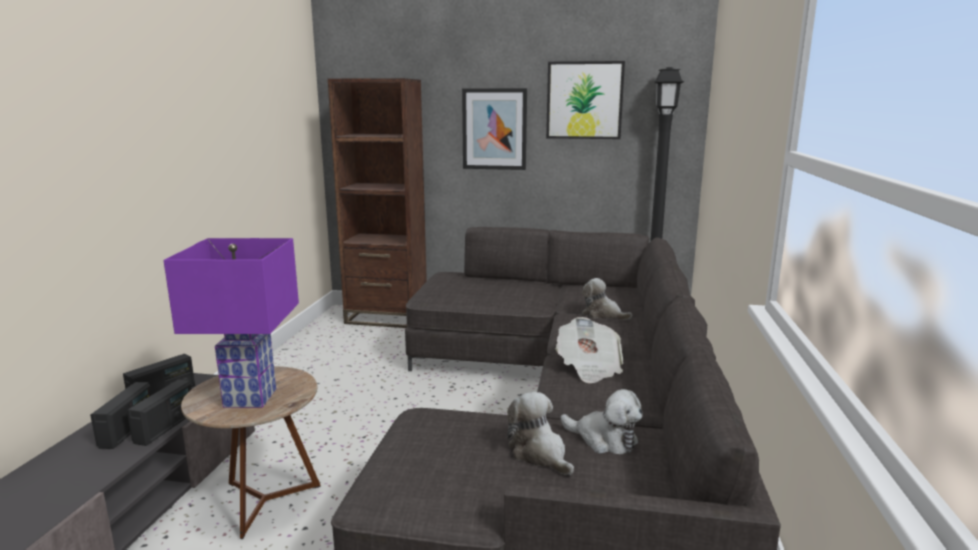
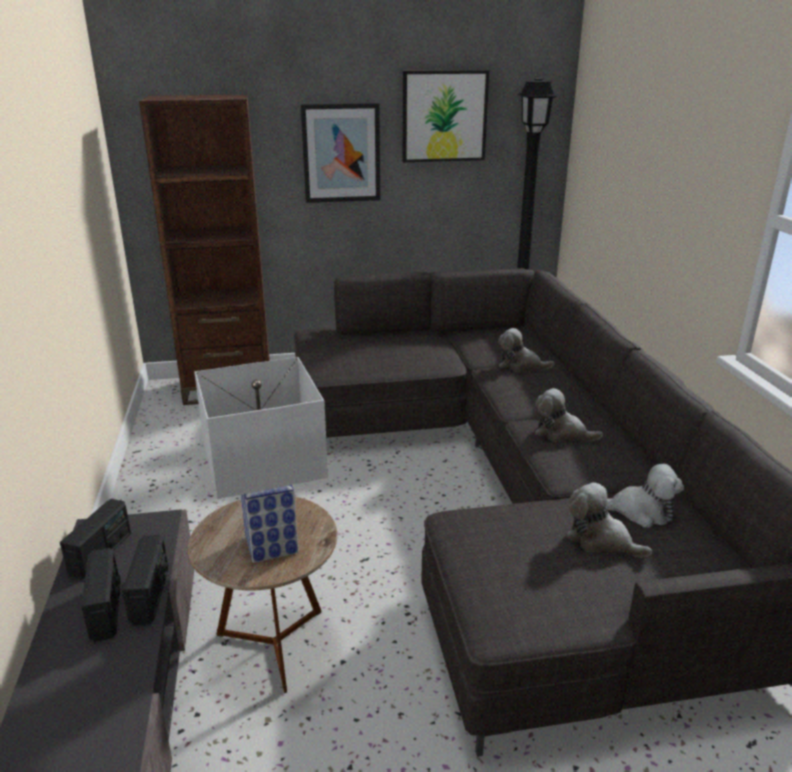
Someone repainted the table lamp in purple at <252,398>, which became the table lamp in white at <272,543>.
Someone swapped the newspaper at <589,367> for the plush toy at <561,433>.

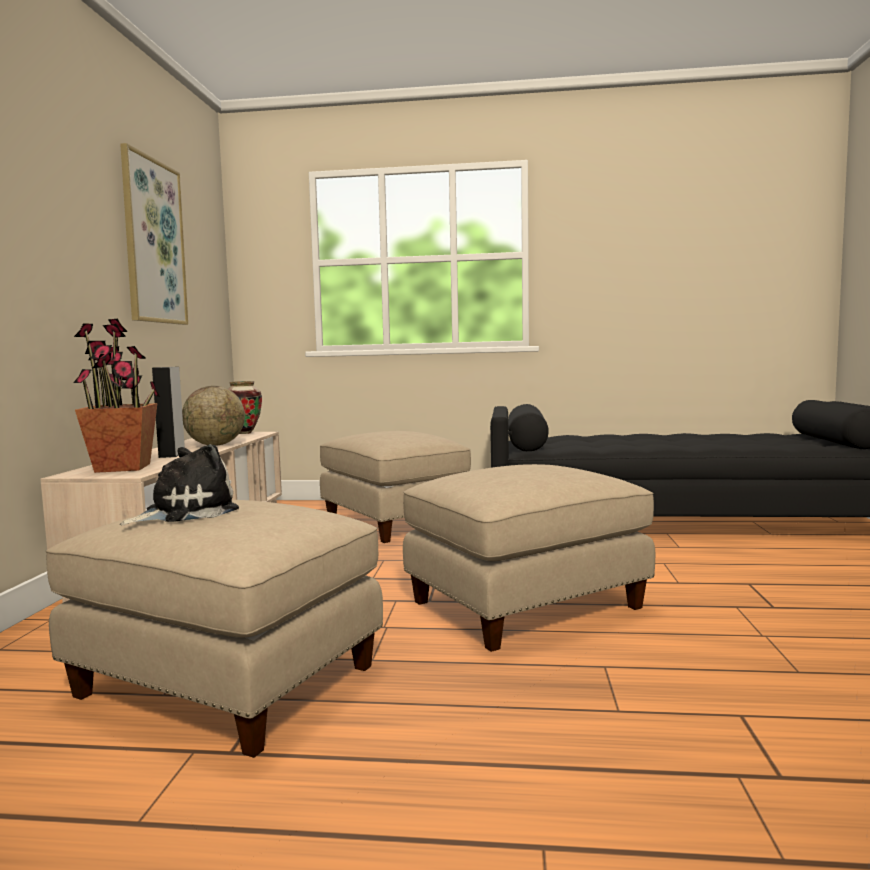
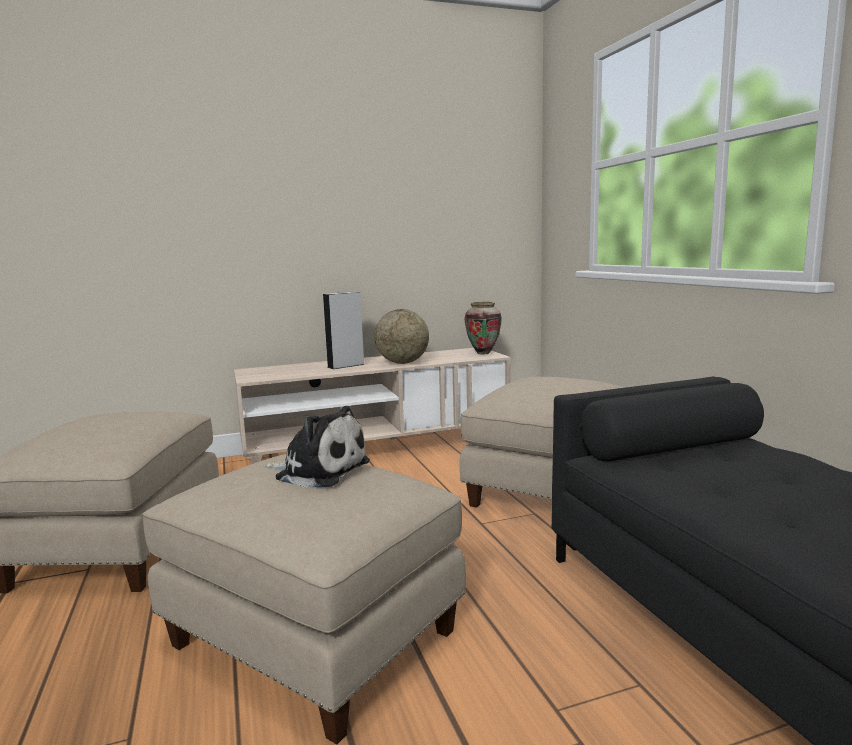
Someone carried the plush toy from <185,512> to <319,471>.
Someone took away the potted plant at <123,468>.
Someone took away the picture at <153,242>.

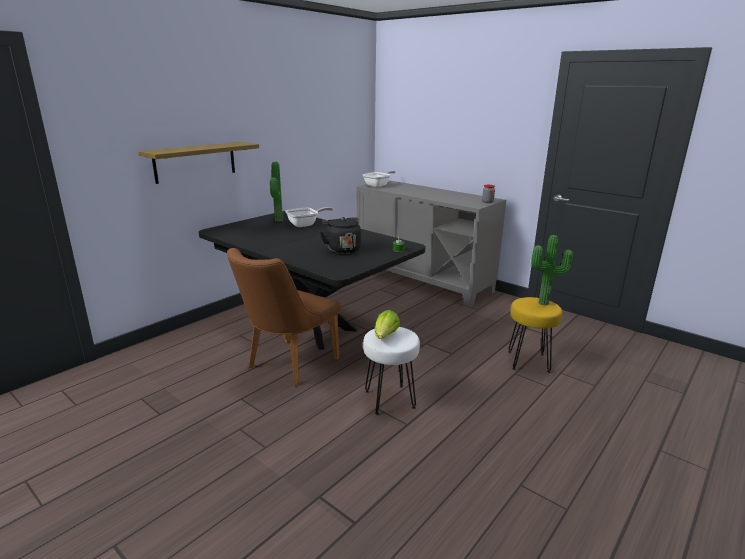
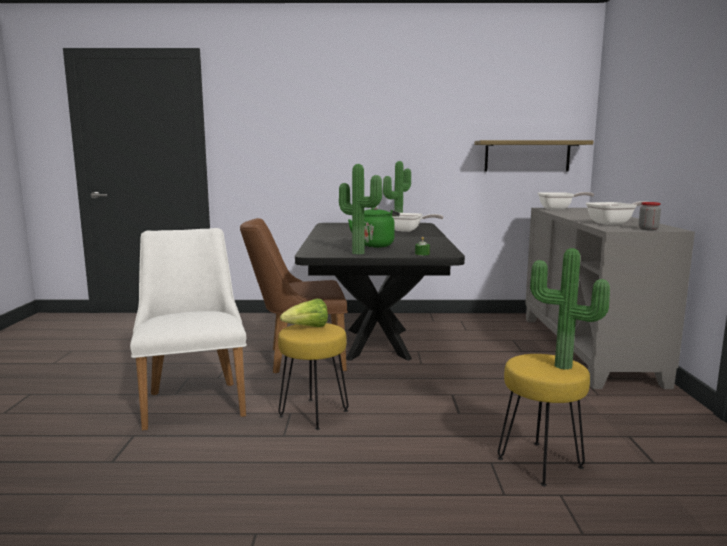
Someone put down the chair in white at <194,399>.
Someone repainted the stool in white at <390,399>, which became the stool in yellow at <314,413>.
Someone put down the potted plant at <359,253>.
Someone repainted the kettle in black at <342,249>, which became the kettle in green at <374,245>.
Someone carried the shelf from <195,162> to <527,156>.
Someone put down the frying pan at <614,223>.

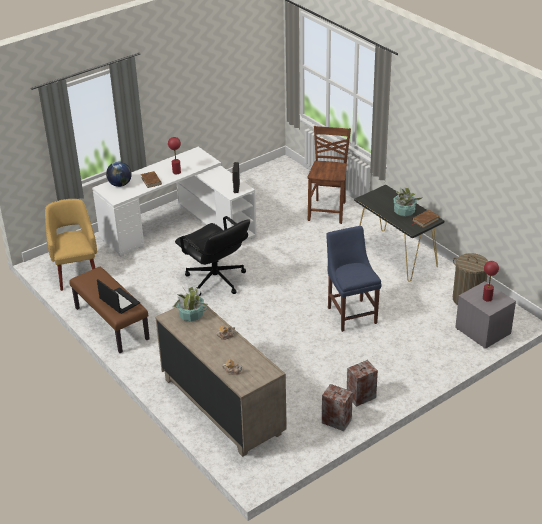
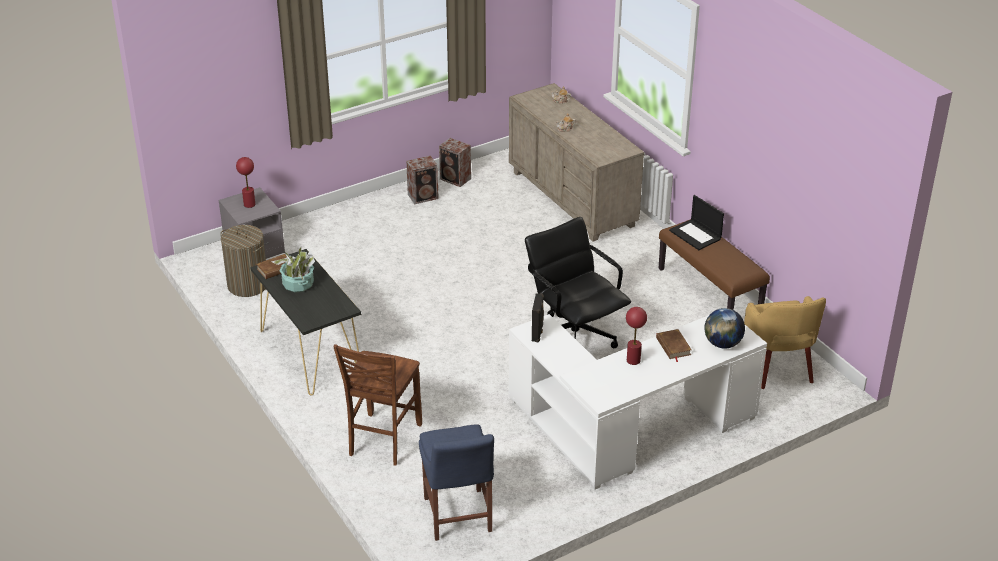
Someone carried the chair in blue from <351,313> to <458,517>.
Someone took away the potted plant at <191,314>.

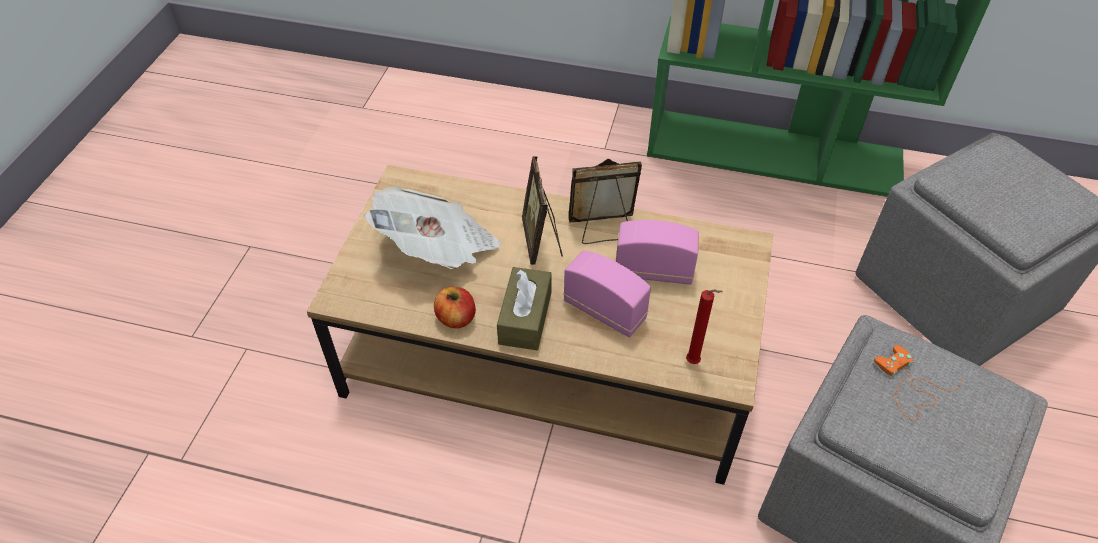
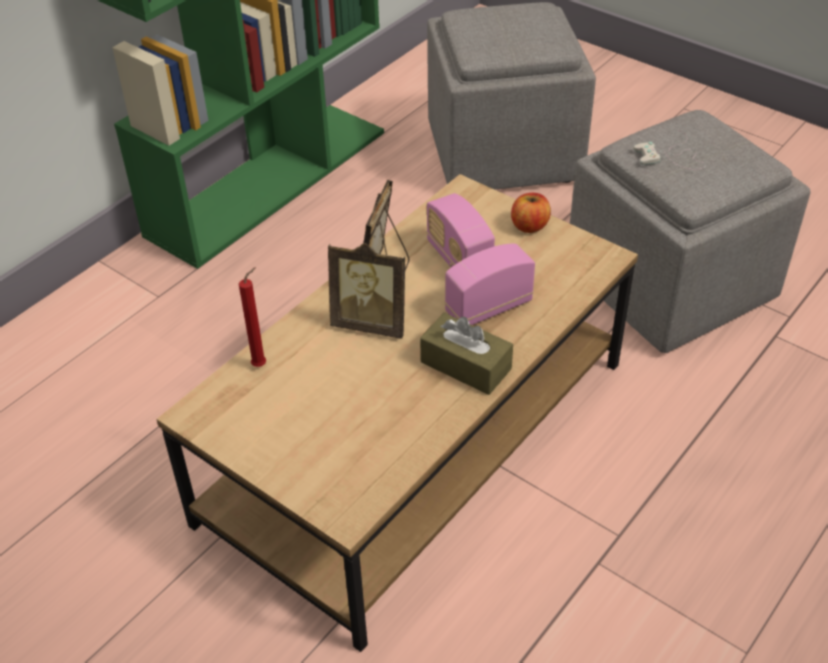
Someone carried the candle in red from <695,362> to <261,364>.
Someone rotated the radio at <653,271> by 60 degrees counterclockwise.
Someone carried the apple from <456,318> to <529,226>.
Someone repainted the game controller in orange at <910,386>, which became the game controller in white at <671,157>.
Someone took away the newspaper at <438,249>.

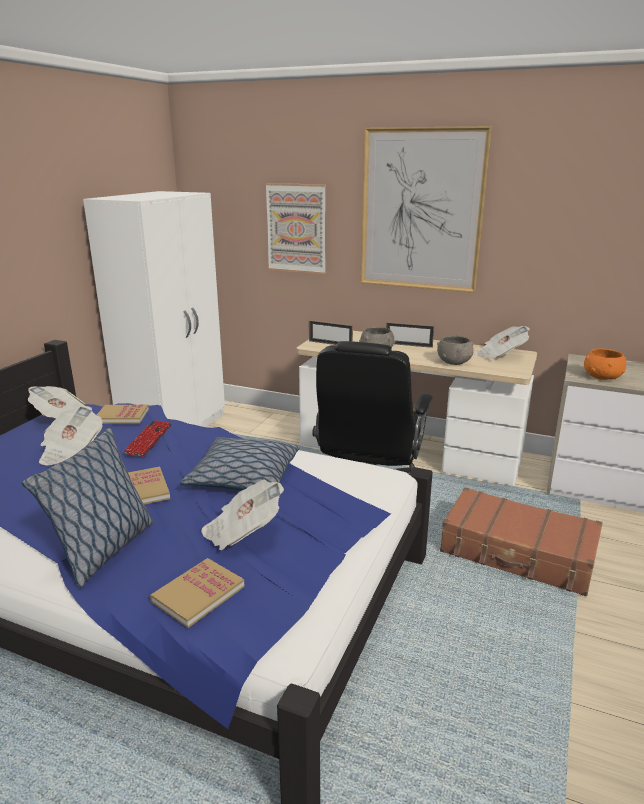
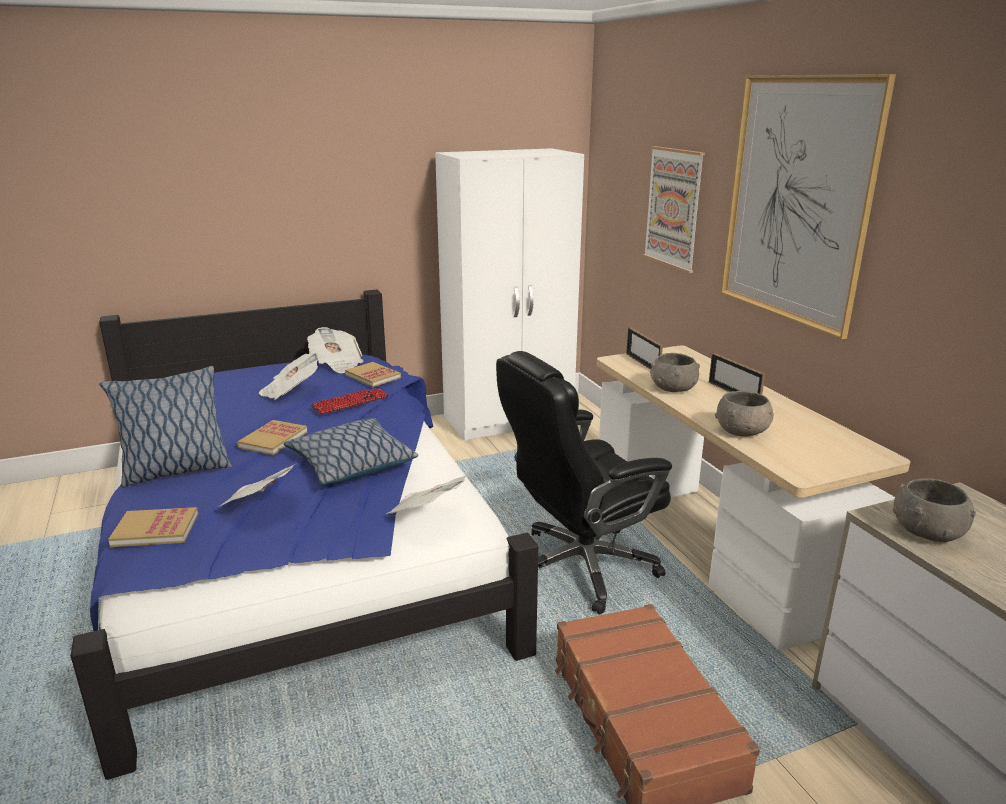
Someone carried the newspaper from <500,355> to <427,514>.
Someone repainted the bowl in orange at <601,377>, which became the bowl in grey at <927,531>.

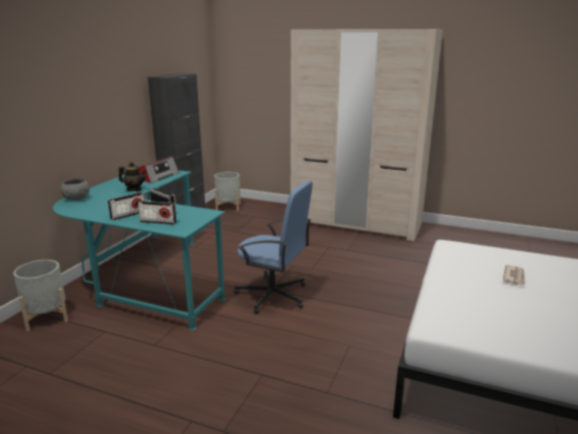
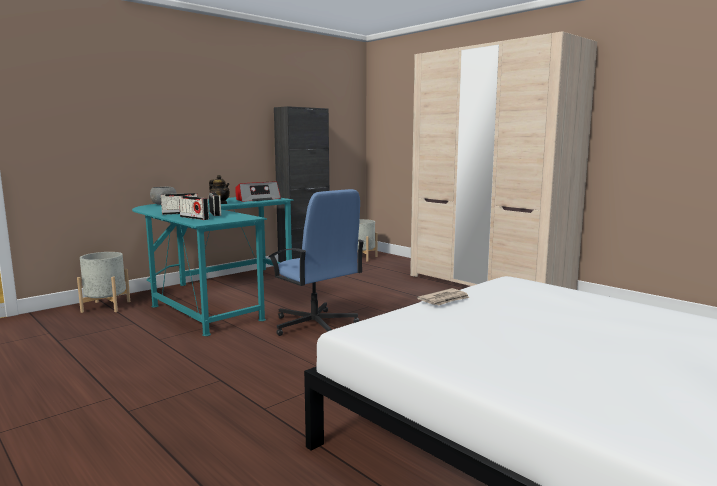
Someone carried the newspaper from <514,277> to <444,299>.

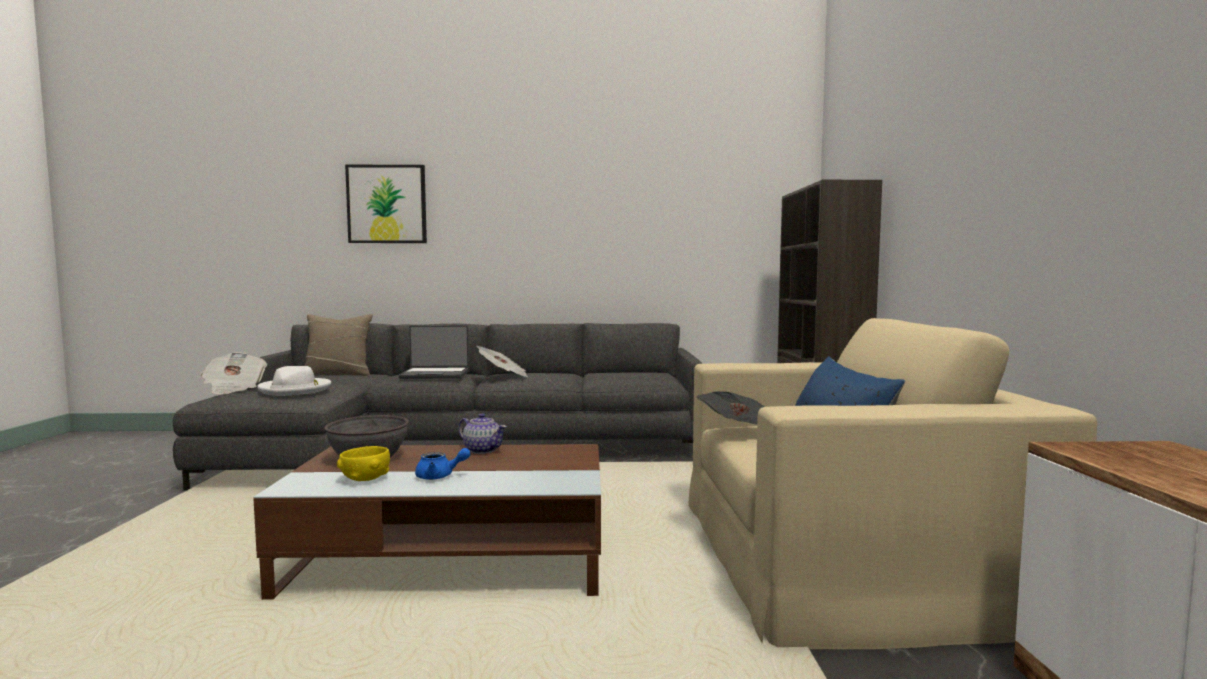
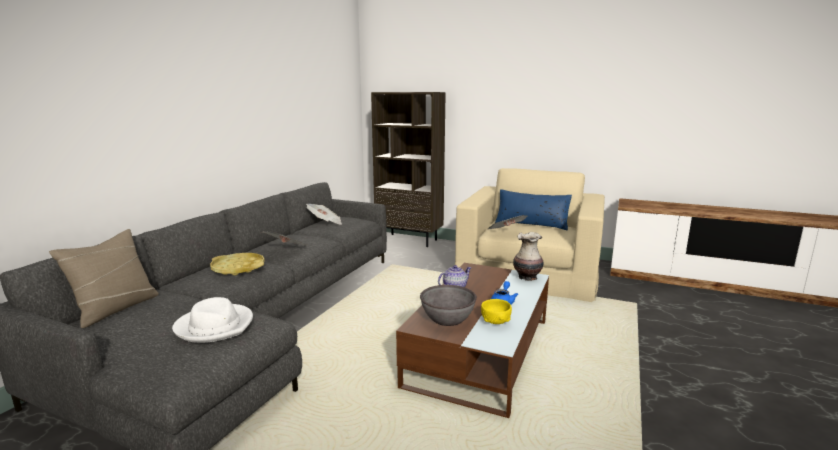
Someone swapped the laptop at <435,375> for the tray in yellow at <238,268>.
Someone carried the newspaper from <234,389> to <325,223>.
Someone put down the vase at <527,277>.
Someone took away the picture at <387,204>.

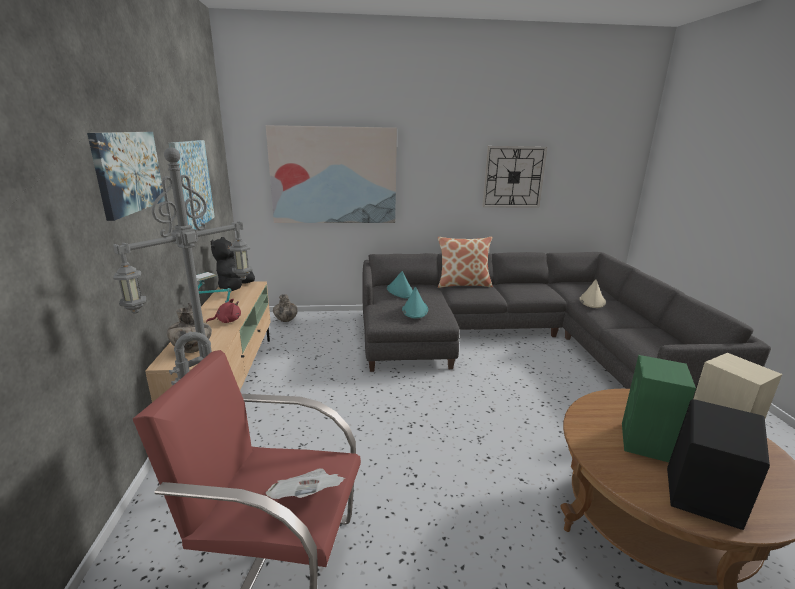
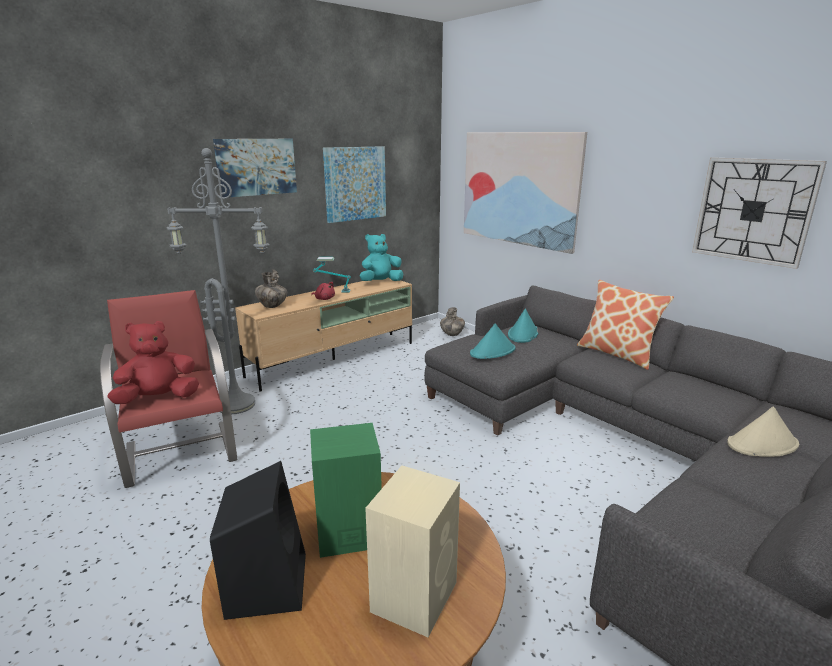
Someone swapped the newspaper at <308,498> for the plush toy in red at <159,399>.
Someone repainted the plush toy in black at <235,288>, which became the plush toy in turquoise at <380,282>.

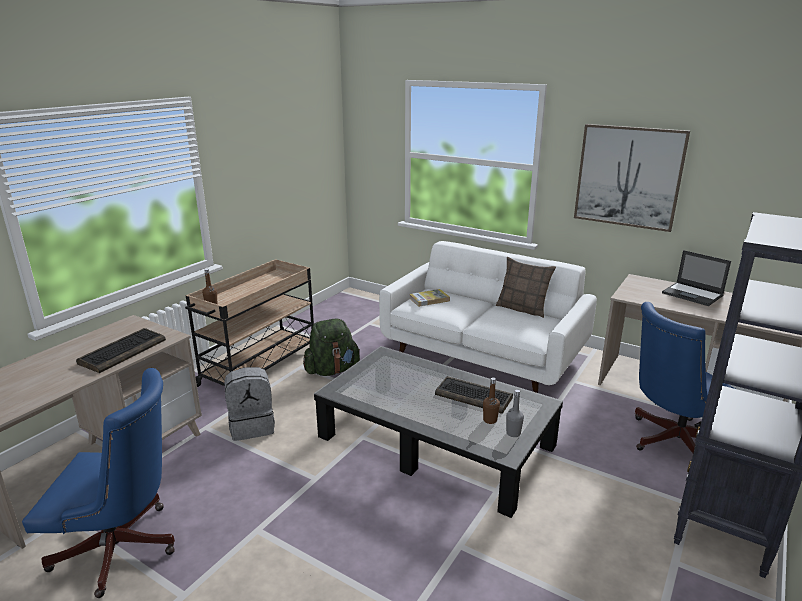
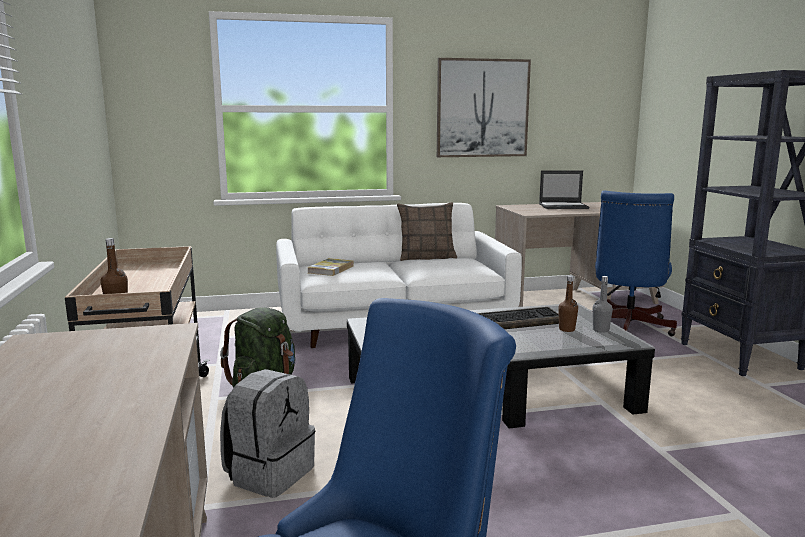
Someone took away the keyboard at <123,351>.

